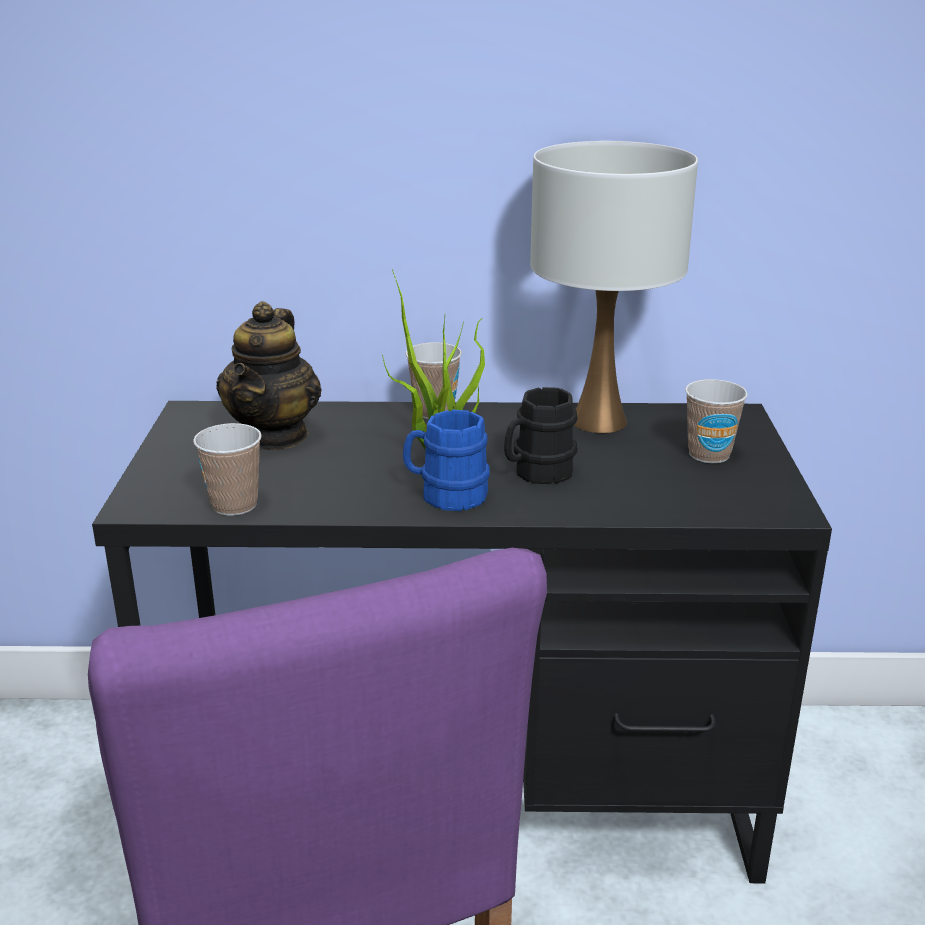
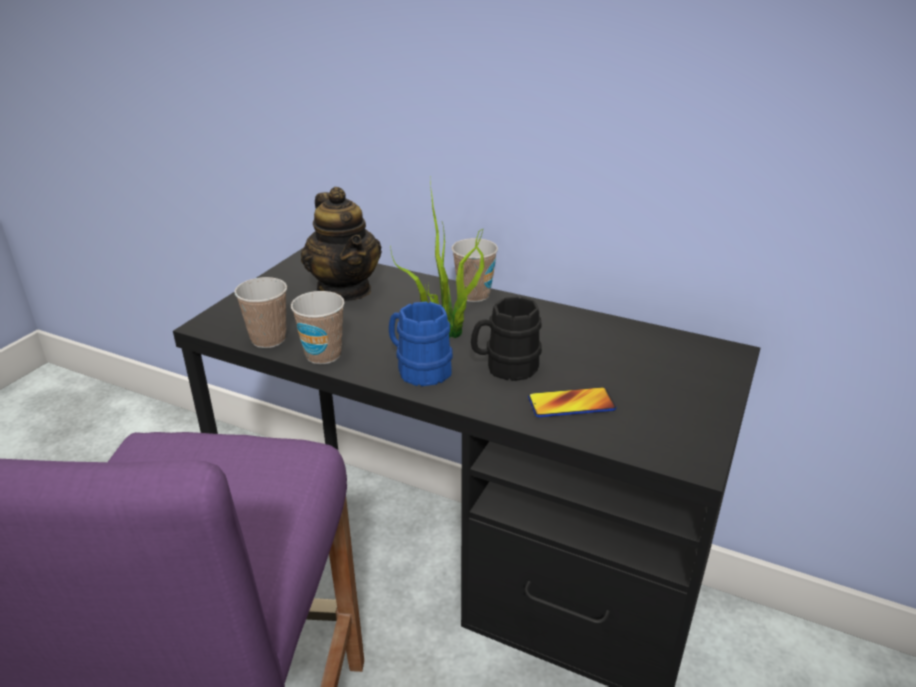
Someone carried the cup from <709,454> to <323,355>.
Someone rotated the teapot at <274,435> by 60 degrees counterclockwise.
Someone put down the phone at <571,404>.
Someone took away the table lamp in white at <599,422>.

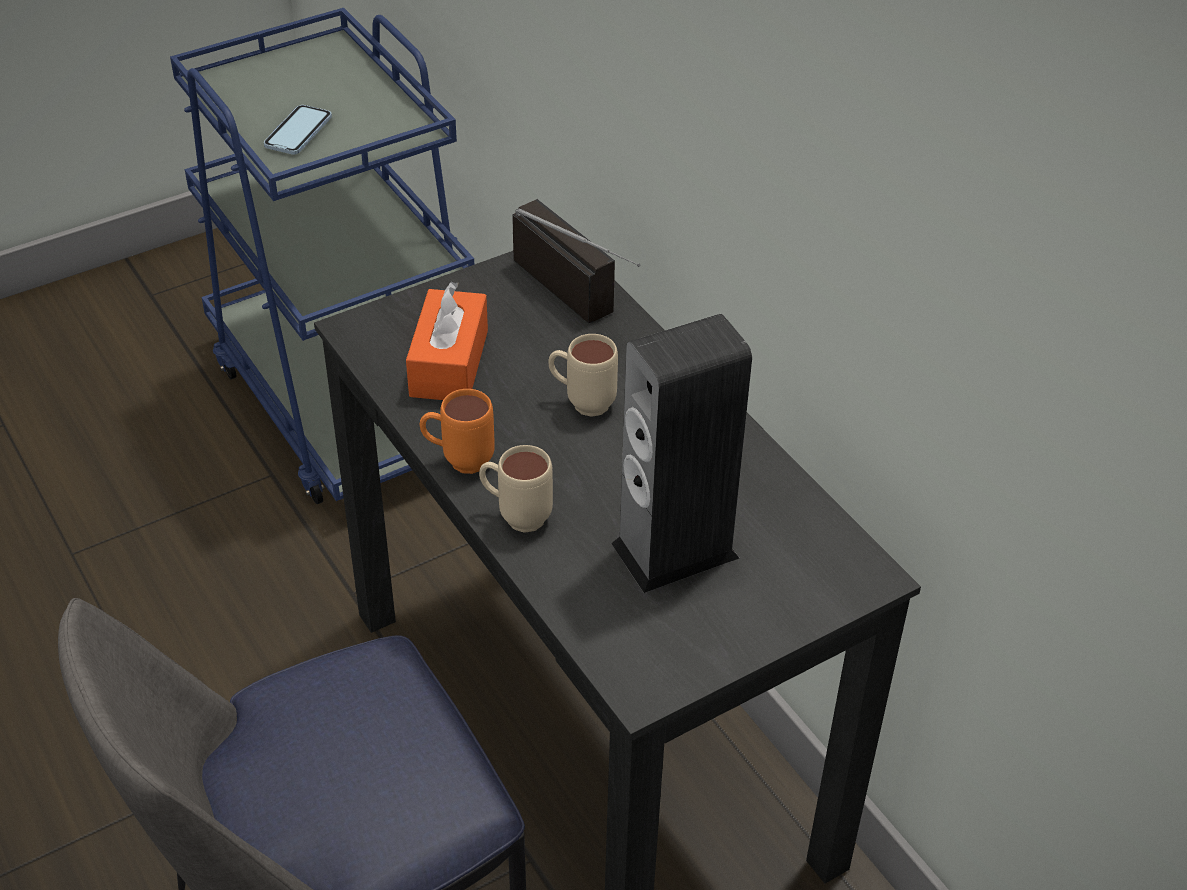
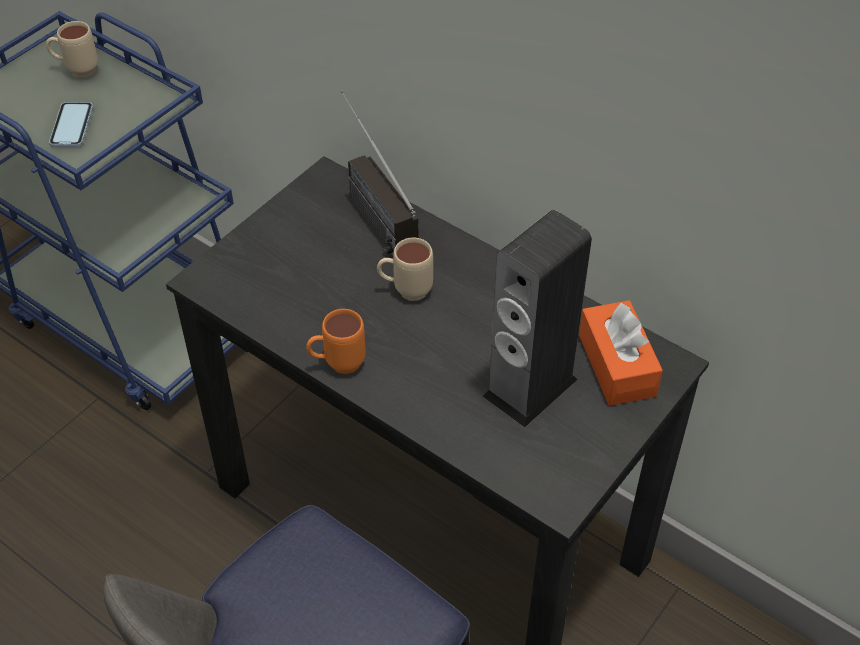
Someone carried the mug in beige from <515,516> to <77,71>.
Someone rotated the radio at <586,302> by 150 degrees counterclockwise.
Someone carried the tissue box in orange from <449,363> to <617,365>.

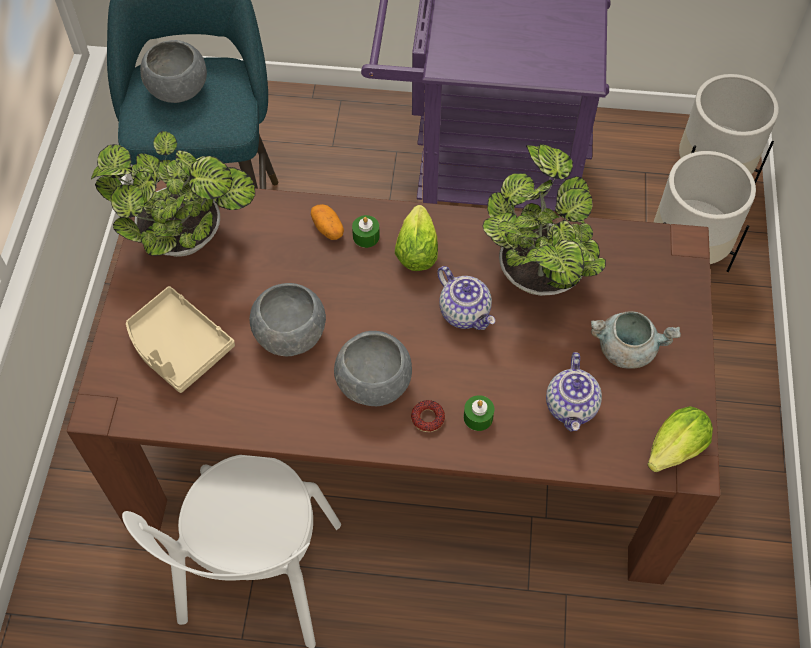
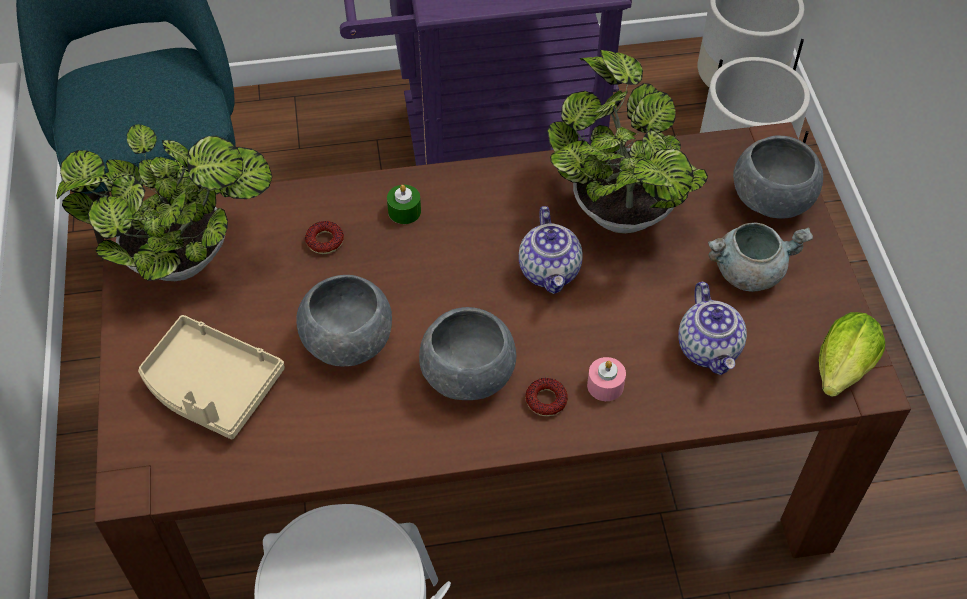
Someone put down the donut at <325,241>.
Someone rotated the teapot at <465,312> by 45 degrees clockwise.
Someone repainted the candle in green at <478,417>, which became the candle in pink at <605,385>.
Someone carried the bowl in grey from <177,89> to <771,200>.
Someone took away the potato at <328,228>.
Someone took away the lettuce at <417,248>.

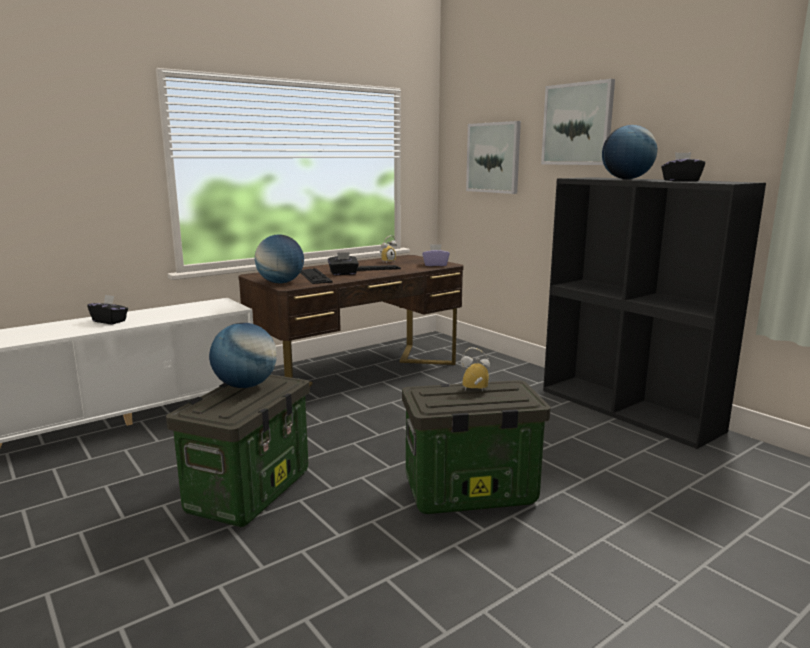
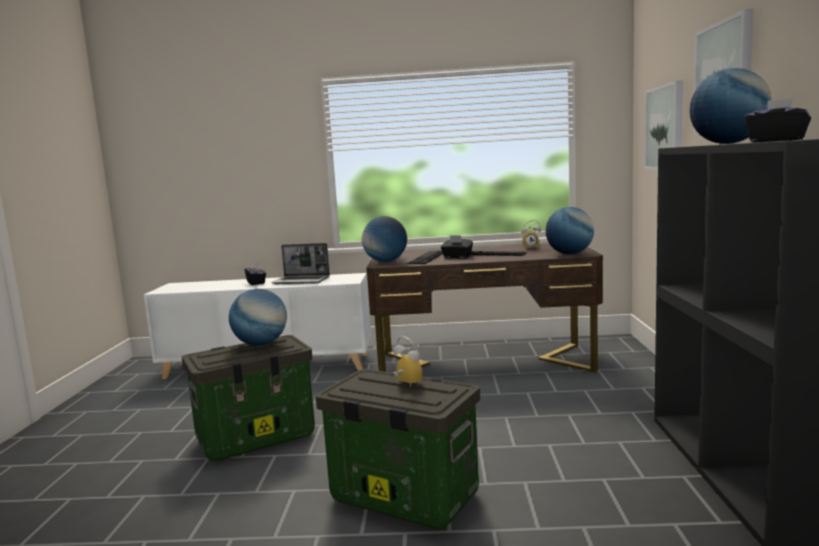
Someone put down the laptop at <302,281>.
Someone swapped the tissue box in purple at <435,265> for the globe at <569,253>.

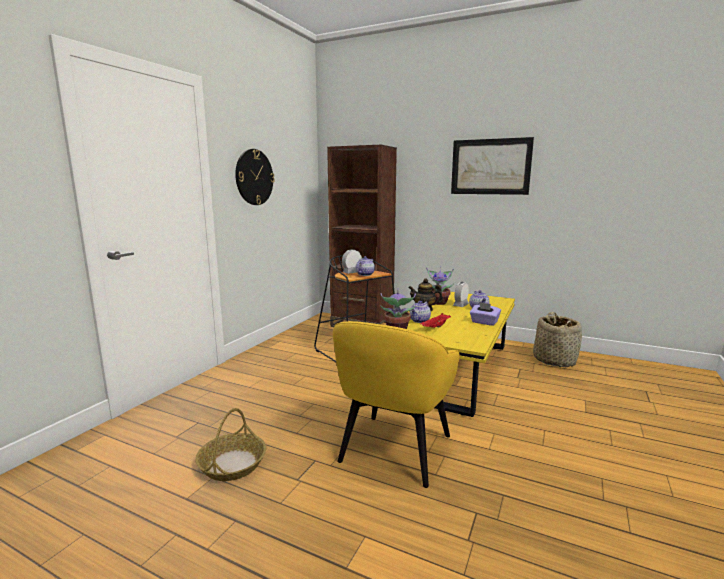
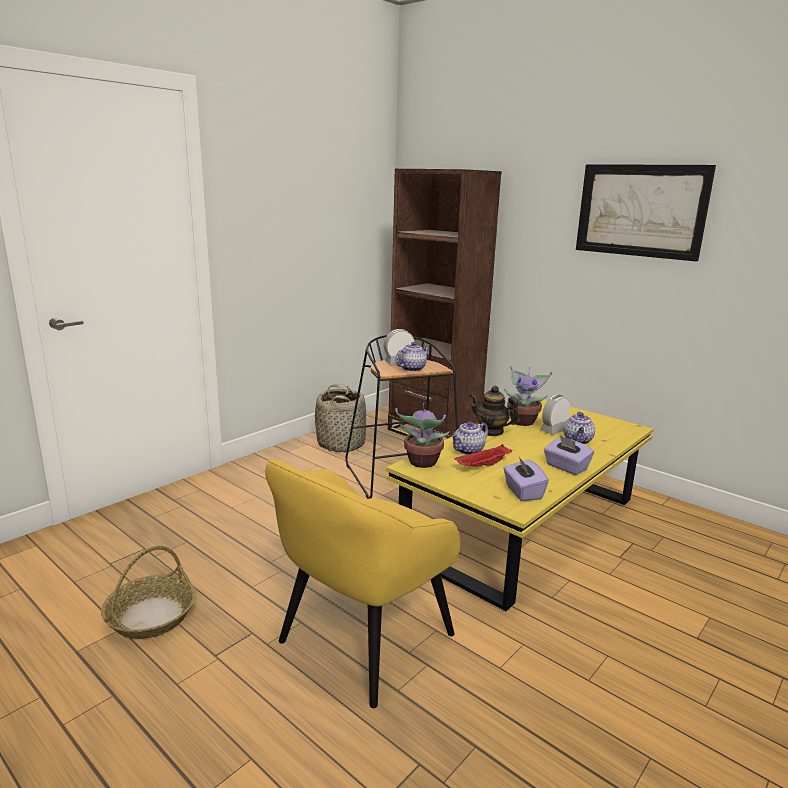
Someone carried the basket from <554,360> to <341,444>.
Someone put down the tissue box in purple at <523,492>.
Someone took away the wall clock at <254,177>.

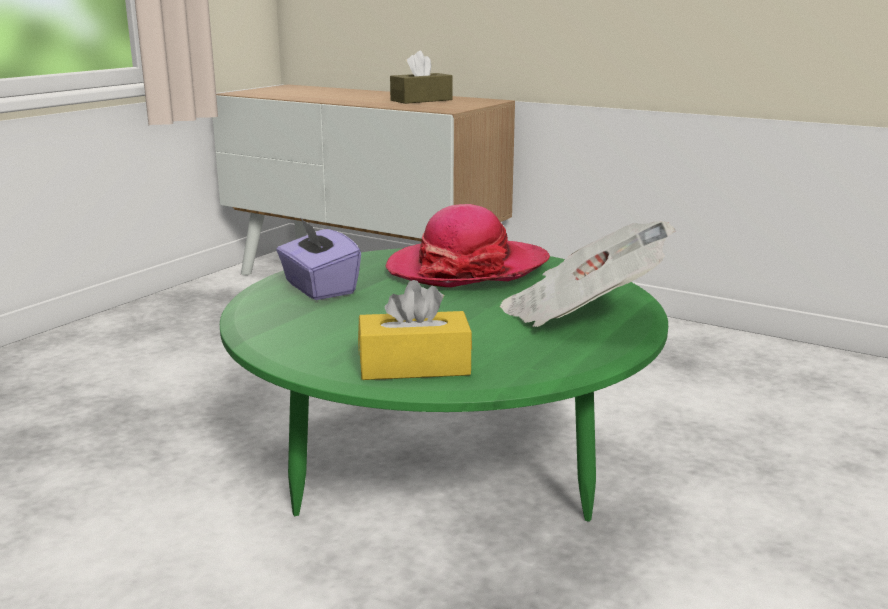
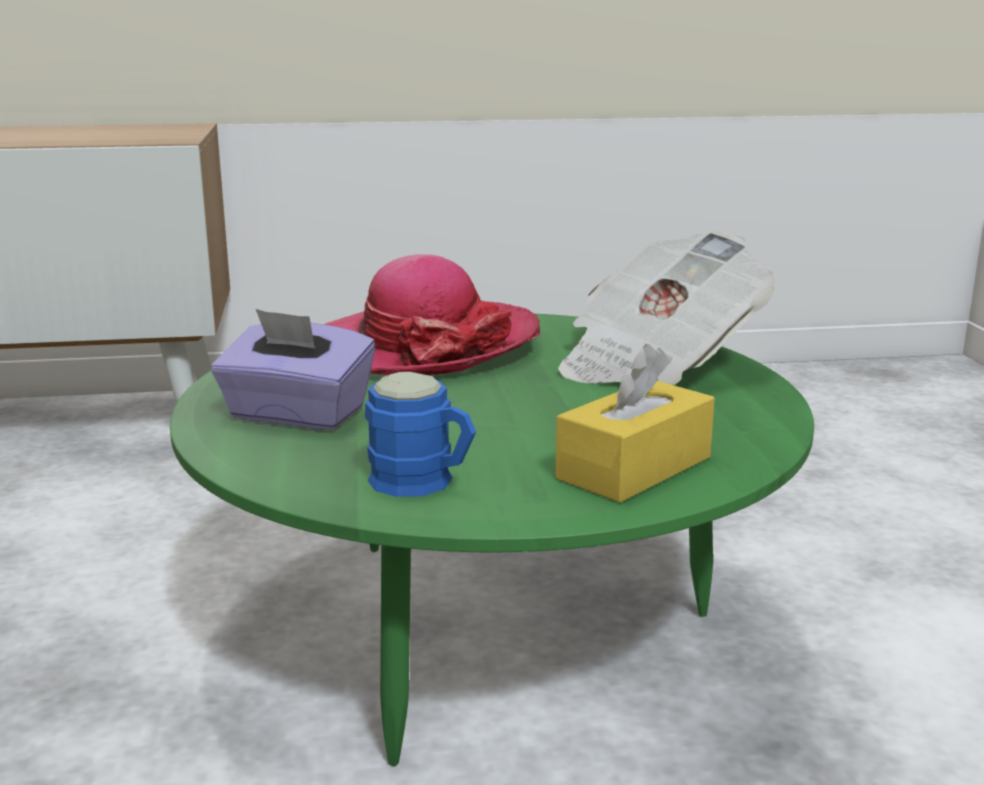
Someone put down the mug in blue at <424,483>.
Someone took away the tissue box in brown at <421,100>.

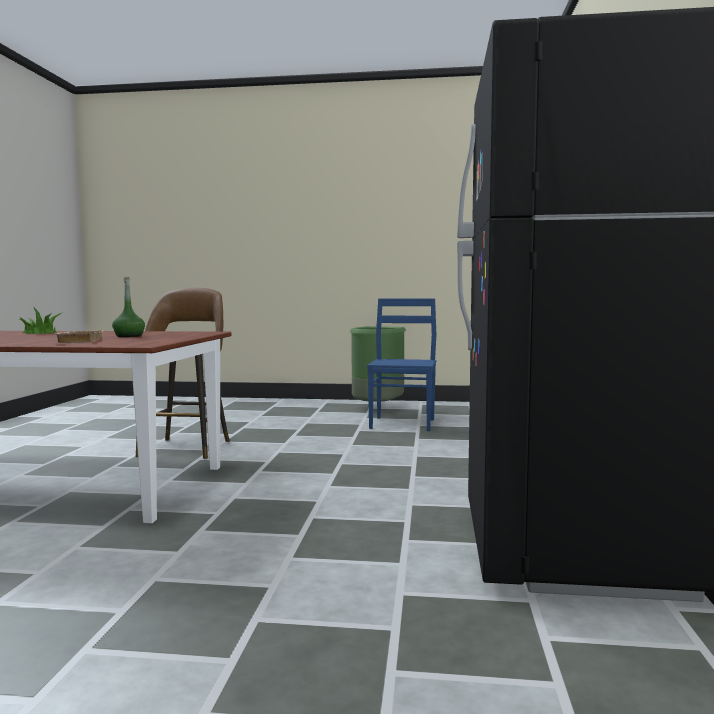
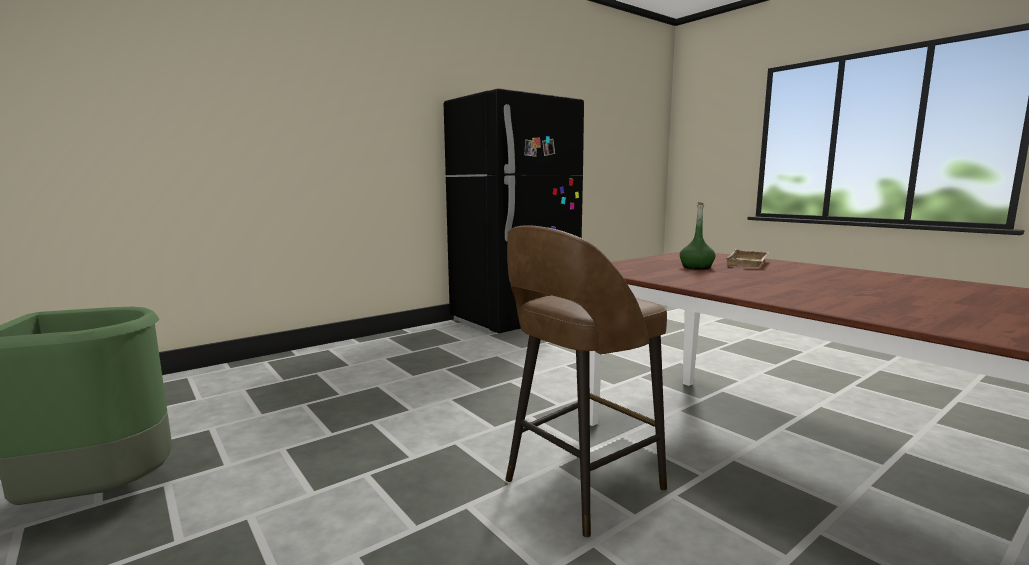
Someone took away the potted plant at <40,332>.
Someone took away the chair in blue at <403,423>.

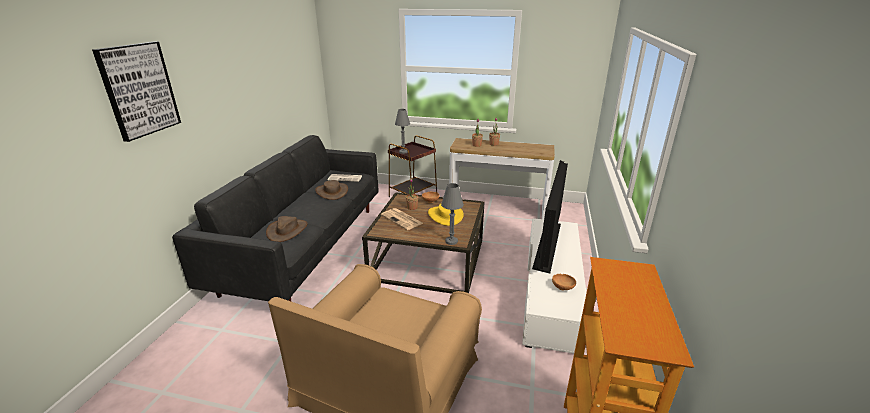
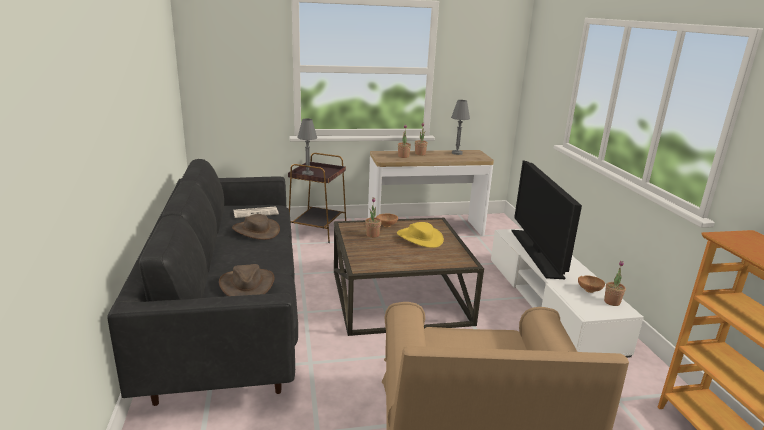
Someone carried the table lamp in grey from <451,241> to <457,153>.
Someone put down the potted plant at <612,302>.
Someone took away the picture at <139,90>.
Someone took away the newspaper at <402,219>.

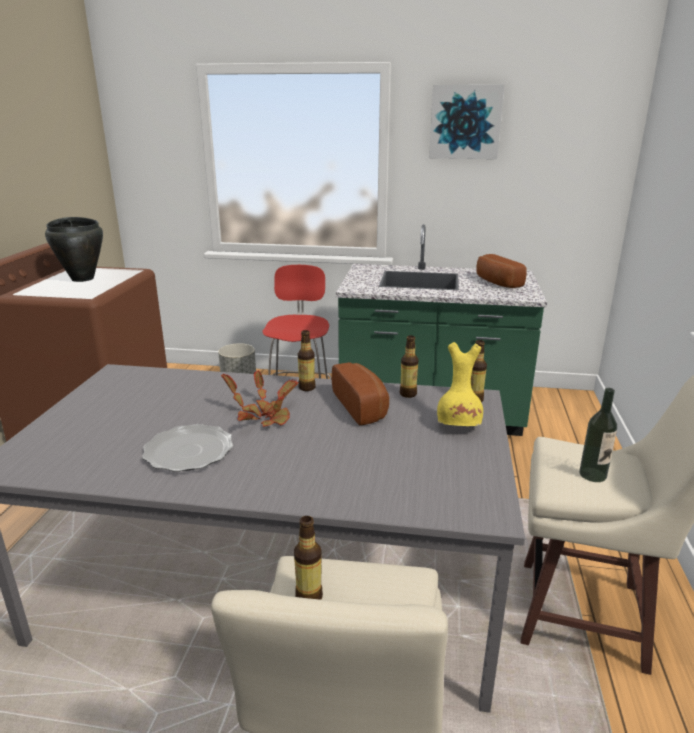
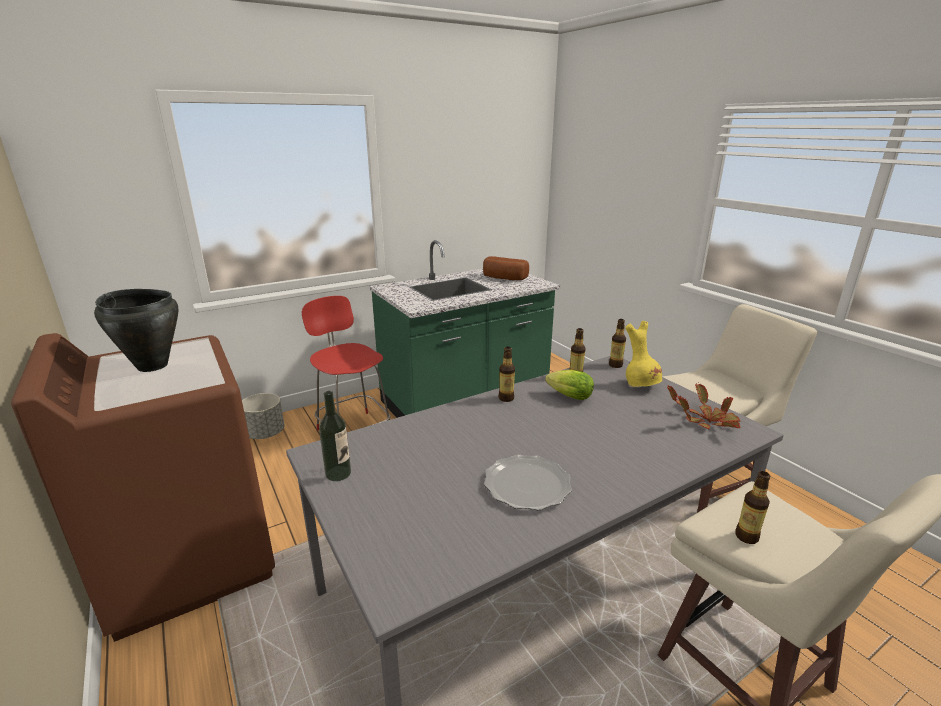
Someone carried the bottle from <592,475> to <338,473>.
Someone swapped the bread at <362,406> for the lettuce at <567,396>.
Someone carried the potted plant from <263,416> to <706,421>.
Someone took away the picture at <465,122>.

